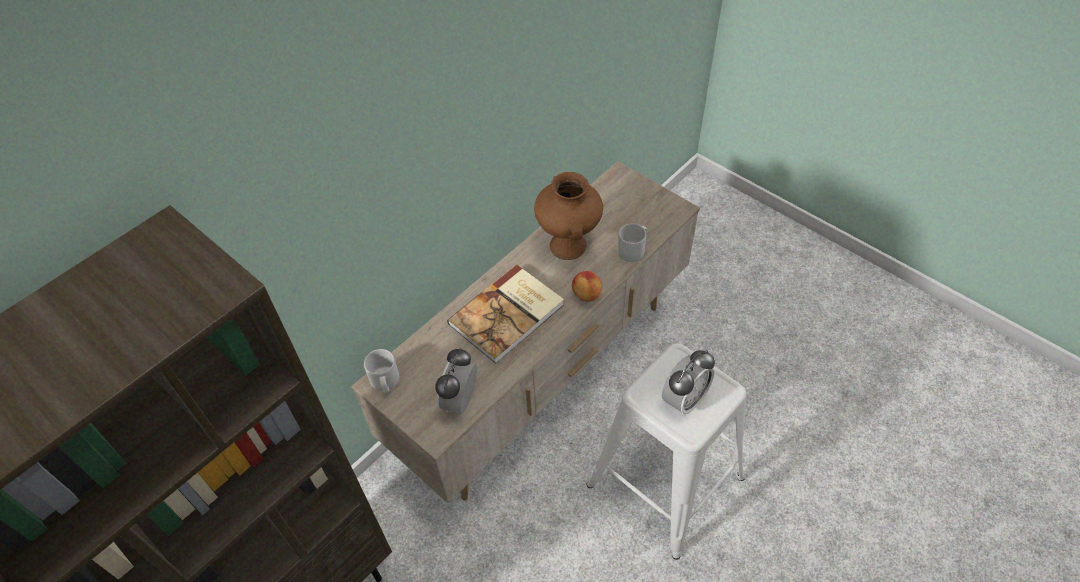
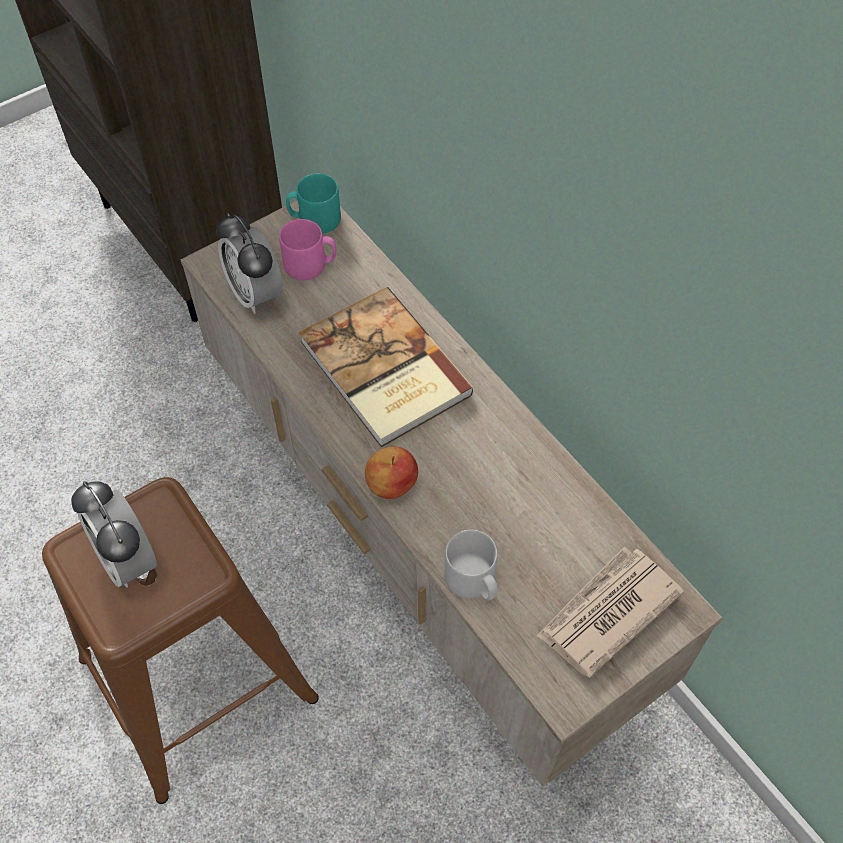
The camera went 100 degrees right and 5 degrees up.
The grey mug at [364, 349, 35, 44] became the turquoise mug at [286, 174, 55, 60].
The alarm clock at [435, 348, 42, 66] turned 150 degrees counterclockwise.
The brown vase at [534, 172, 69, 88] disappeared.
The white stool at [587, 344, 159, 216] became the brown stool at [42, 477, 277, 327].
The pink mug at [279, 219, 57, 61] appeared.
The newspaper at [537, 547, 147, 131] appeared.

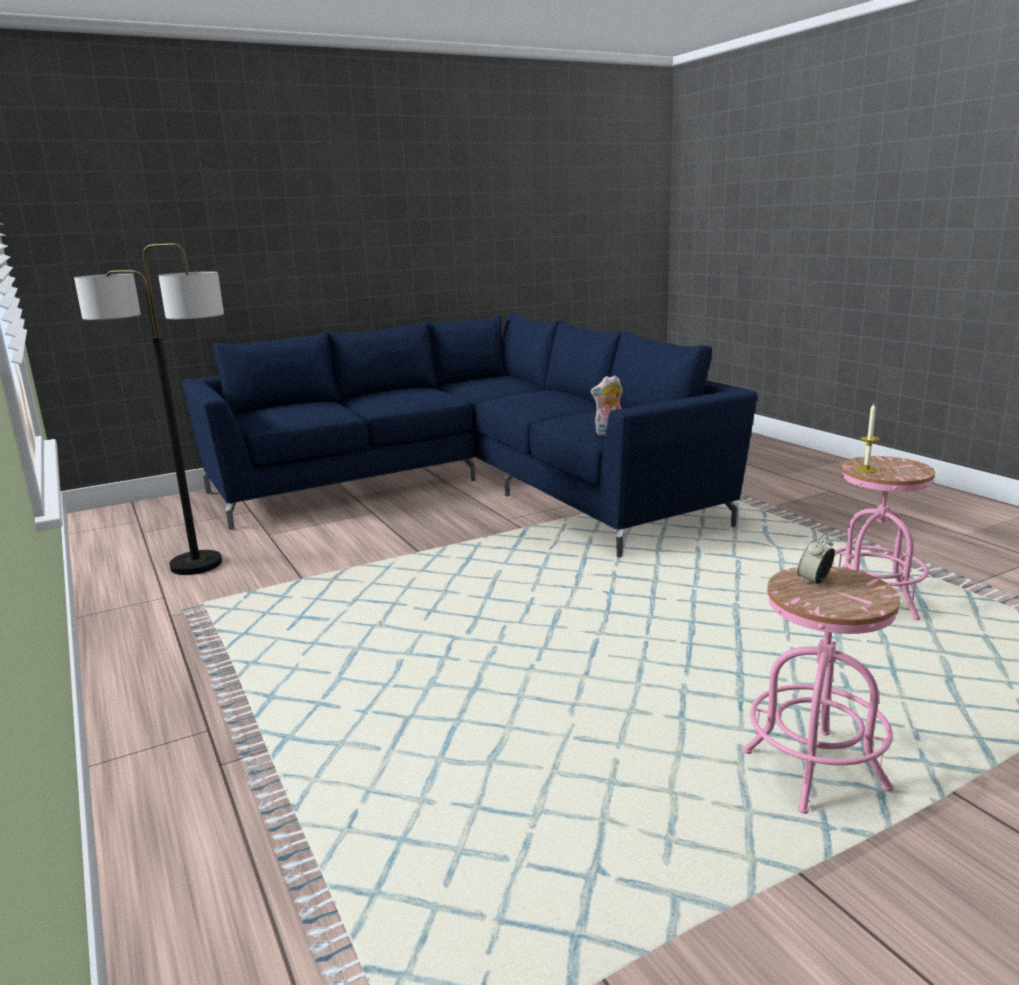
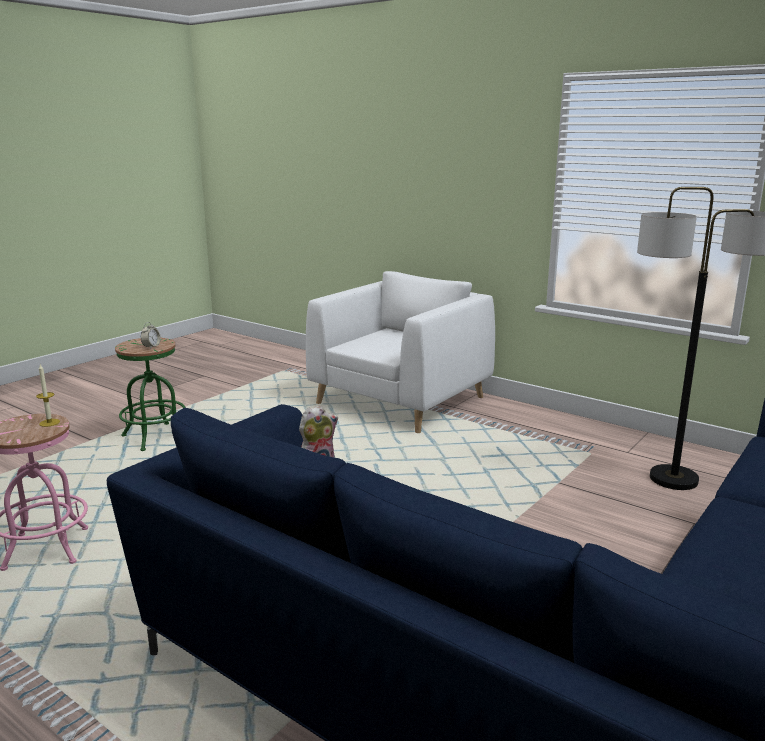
The camera went 155 degrees right and 0 degrees up.
The pink stool at [743, 566, 157, 248] became the green stool at [115, 338, 71, 113].
The white armchair at [306, 271, 189, 162] appeared.

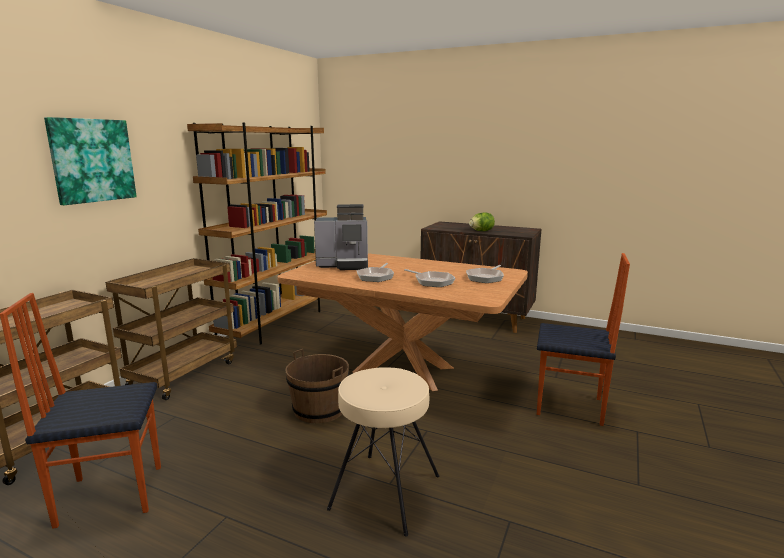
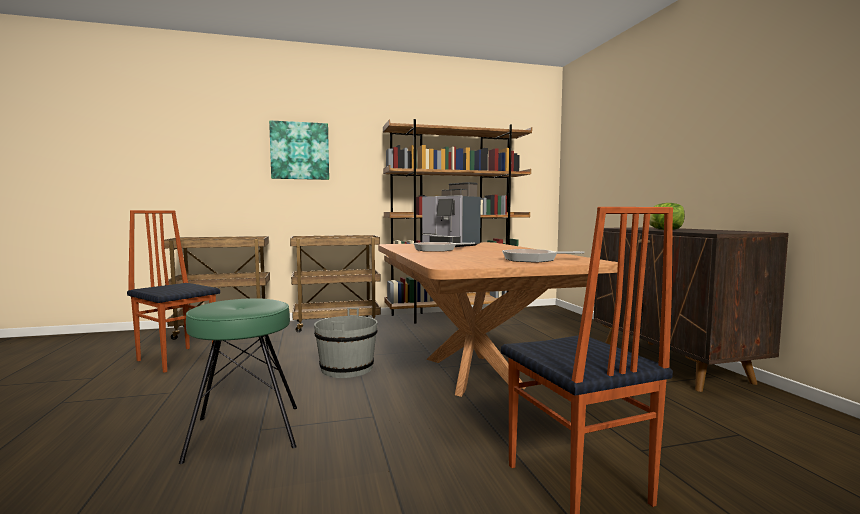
The camera went 50 degrees right and 10 degrees down.
The brown bucket at [285, 349, 64, 74] became the grey bucket at [314, 308, 63, 70].
The beige stool at [327, 367, 112, 170] became the green stool at [179, 298, 118, 166].
The frying pan at [404, 269, 51, 18] disappeared.

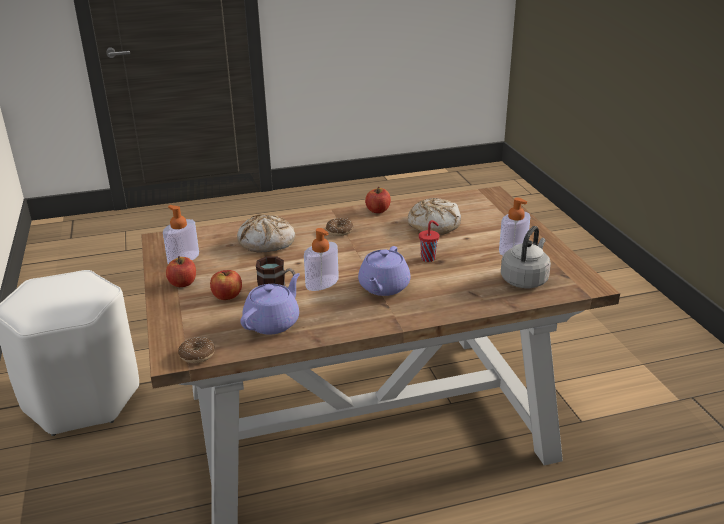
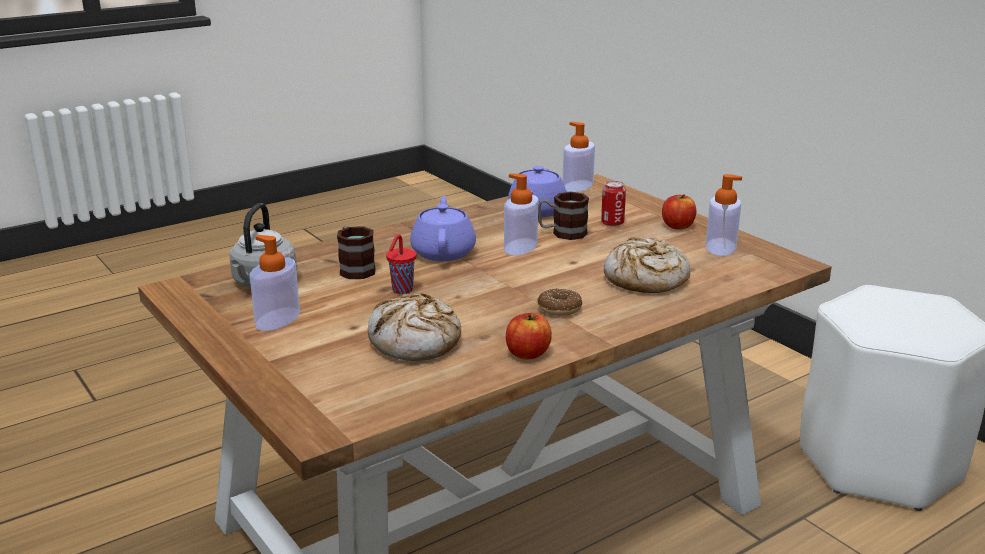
The camera went 160 degrees right and 5 degrees down.
The donut at [178, 337, 37, 26] was replaced by the soap dispenser at [562, 122, 33, 70].
The apple at [210, 270, 32, 30] was replaced by the can at [601, 181, 25, 46].
The mug at [337, 226, 39, 53] appeared.

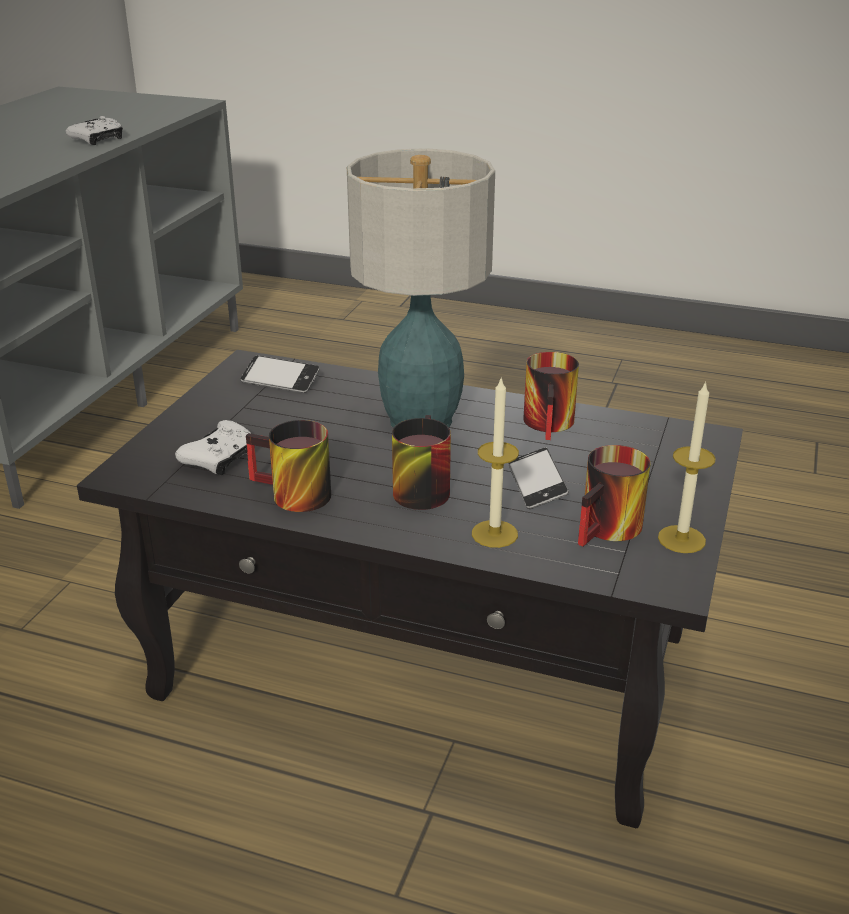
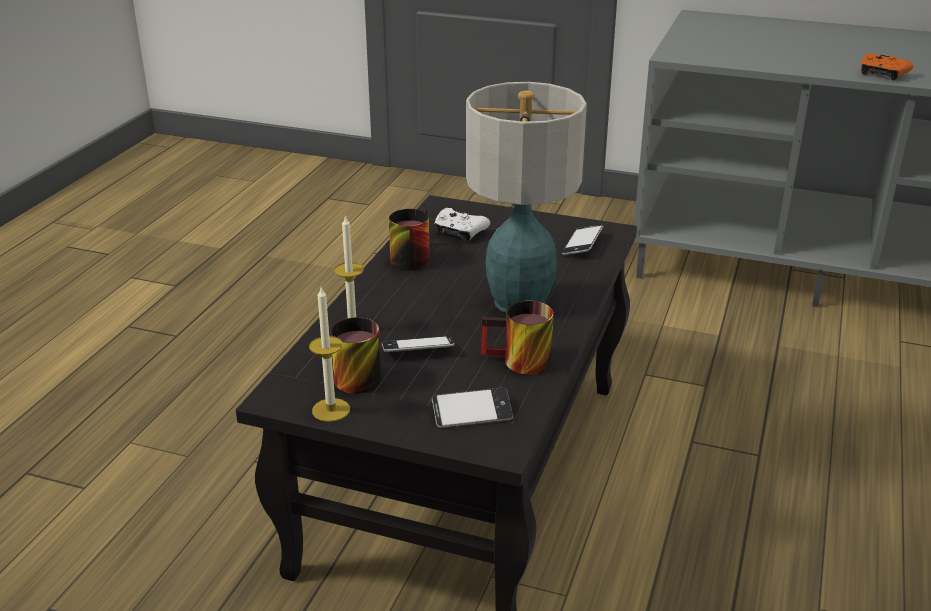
The camera went 90 degrees right and 0 degrees up.
The white game controller at [66, 116, 57, 29] became the orange game controller at [861, 53, 52, 27].
The mug at [392, 415, 59, 95] disappeared.
The phone at [432, 387, 81, 41] appeared.

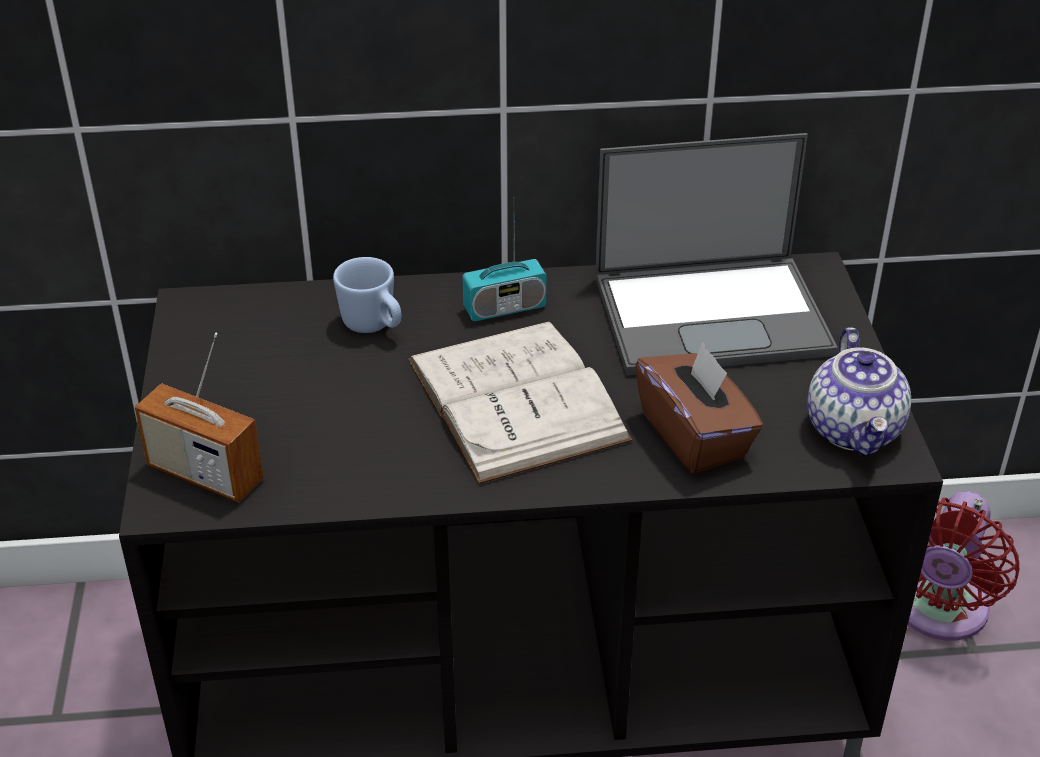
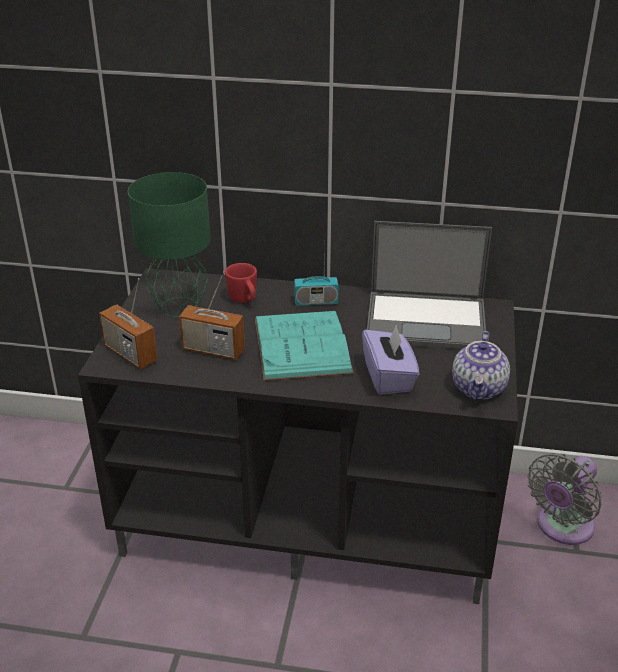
The camera went 15 degrees right and 5 degrees down.
The blue mug at [333, 257, 68, 76] became the red mug at [225, 263, 32, 40].
The white book at [408, 322, 224, 162] became the turquoise book at [255, 311, 99, 70].
The brown tissue box at [635, 342, 128, 131] became the purple tissue box at [362, 324, 57, 71].
The red fan at [908, 491, 111, 150] became the grey fan at [527, 453, 75, 92].
The green table lamp at [128, 172, 83, 145] appeared.
The radio at [179, 271, 66, 89] appeared.

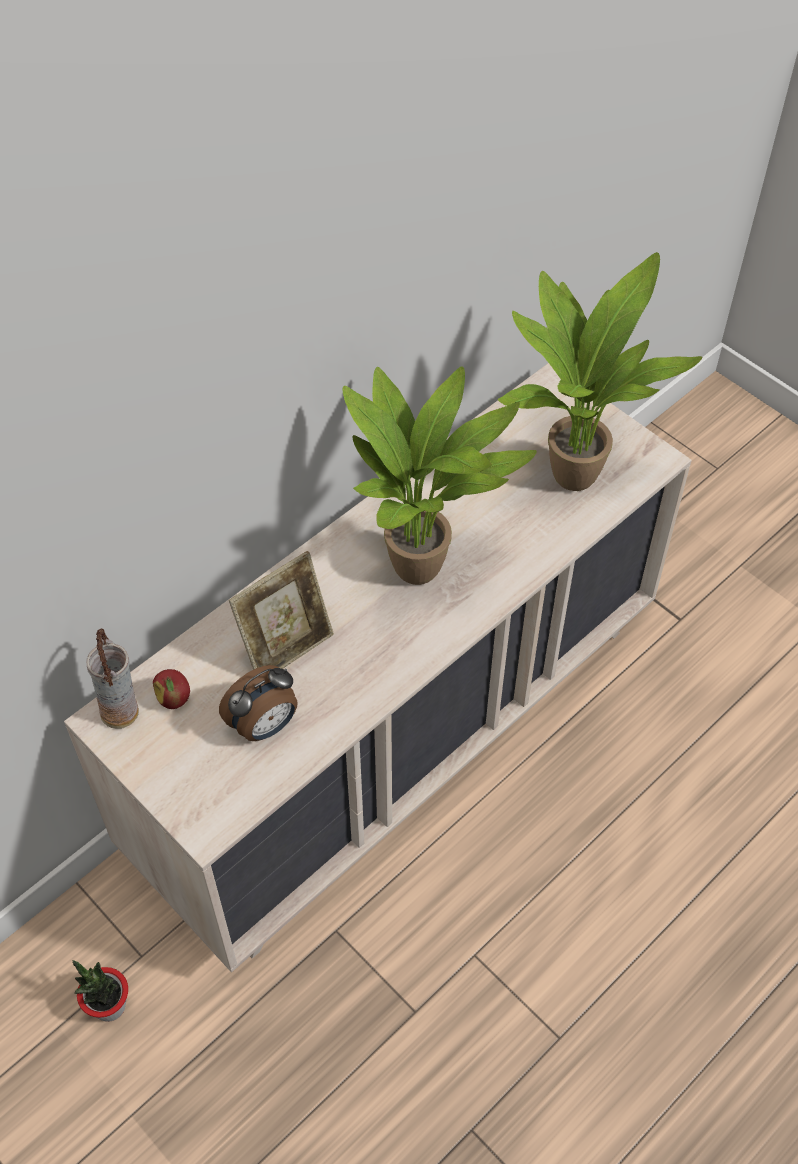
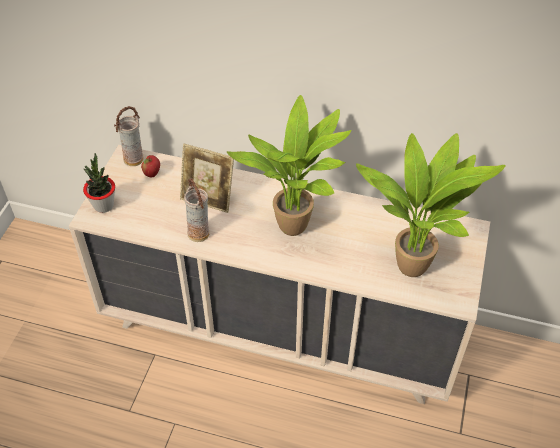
The camera went 60 degrees right and 5 degrees down.
The potted plant moved from [73, 960, 55, 62] to [83, 153, 32, 60].
The alarm clock at [219, 665, 79, 76] disappeared.
The vase at [184, 179, 25, 63] appeared.

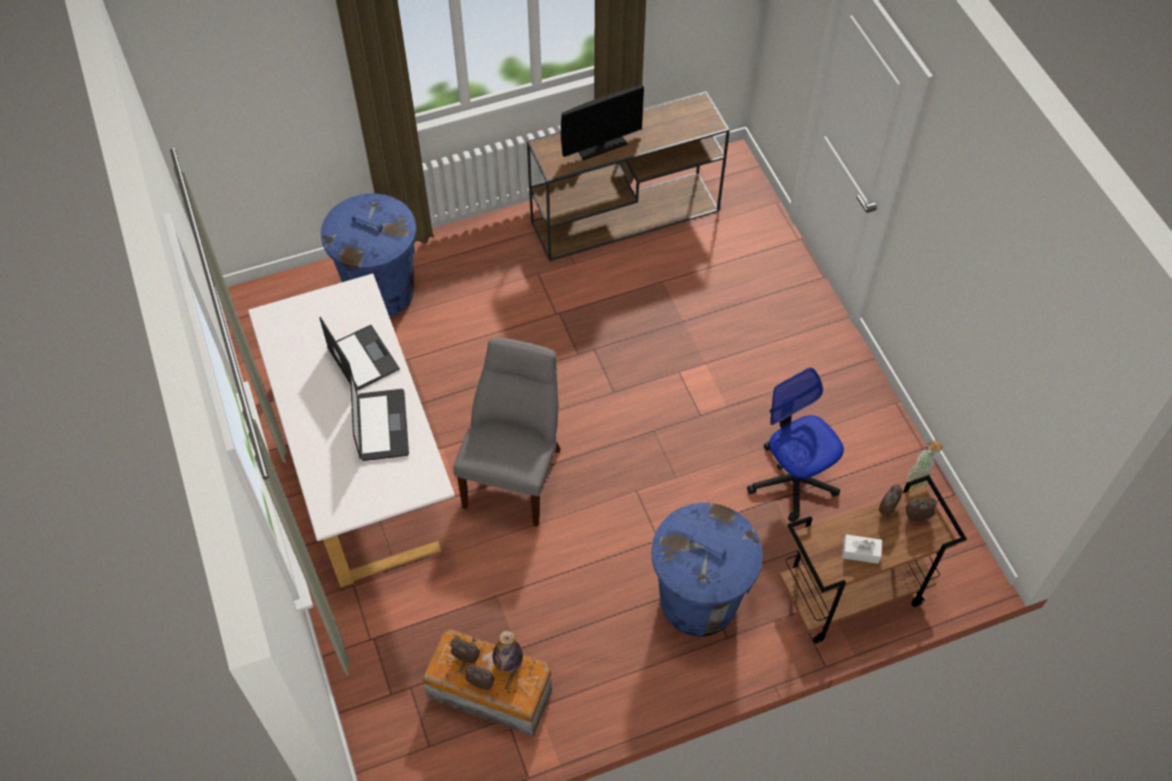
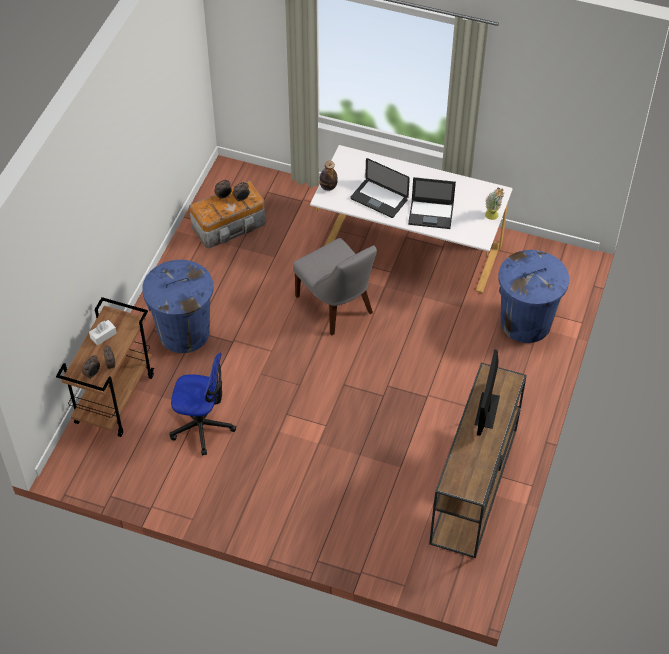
The camera went 130 degrees right and 5 degrees down.
The bottle moved from [493, 631, 30, 43] to [319, 161, 19, 30].
The potted plant moved from [904, 439, 39, 52] to [485, 188, 19, 32].

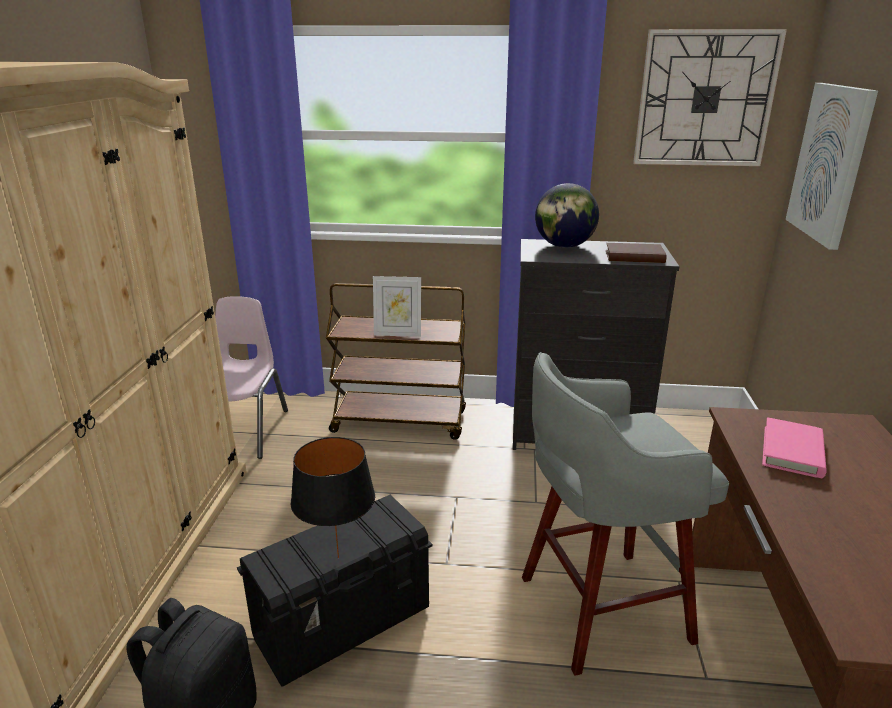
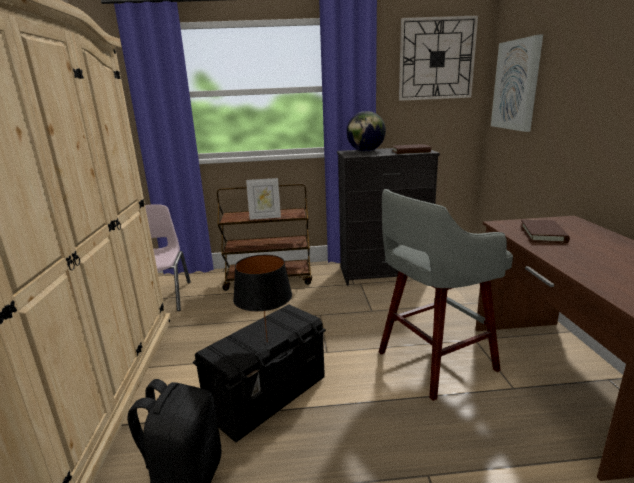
The camera went 10 degrees left and 5 degrees down.
The pink book at [762, 417, 65, 61] became the brown book at [520, 219, 50, 24].

